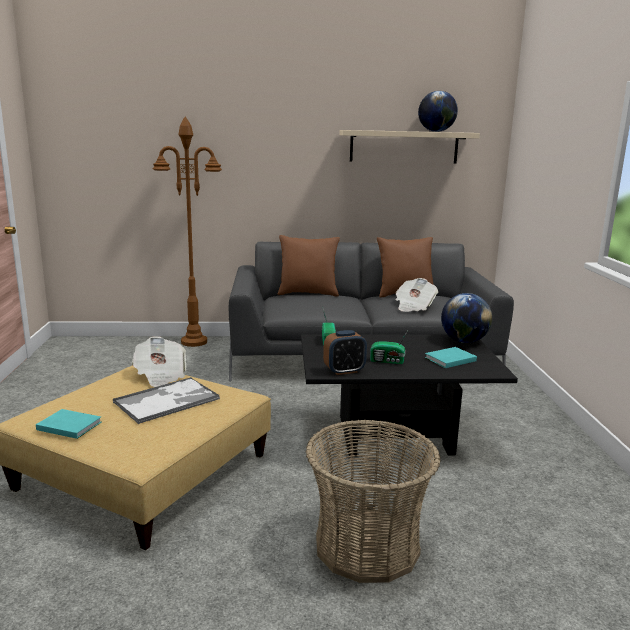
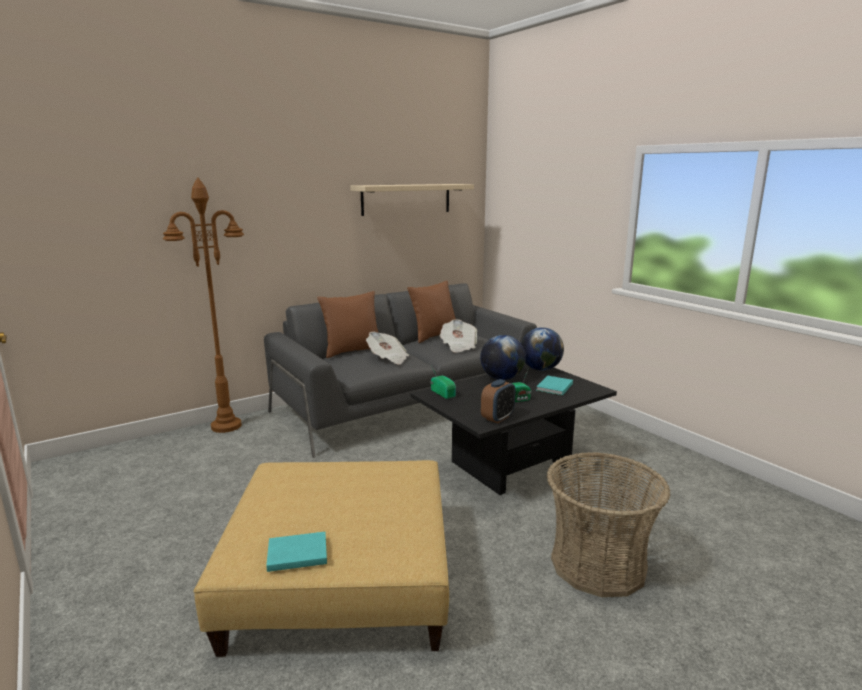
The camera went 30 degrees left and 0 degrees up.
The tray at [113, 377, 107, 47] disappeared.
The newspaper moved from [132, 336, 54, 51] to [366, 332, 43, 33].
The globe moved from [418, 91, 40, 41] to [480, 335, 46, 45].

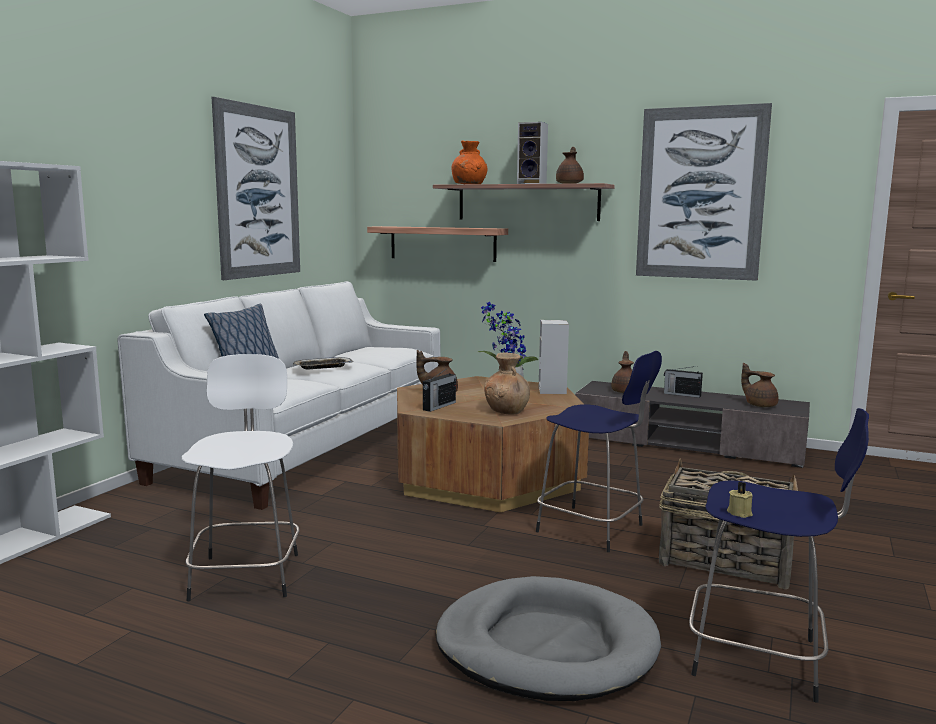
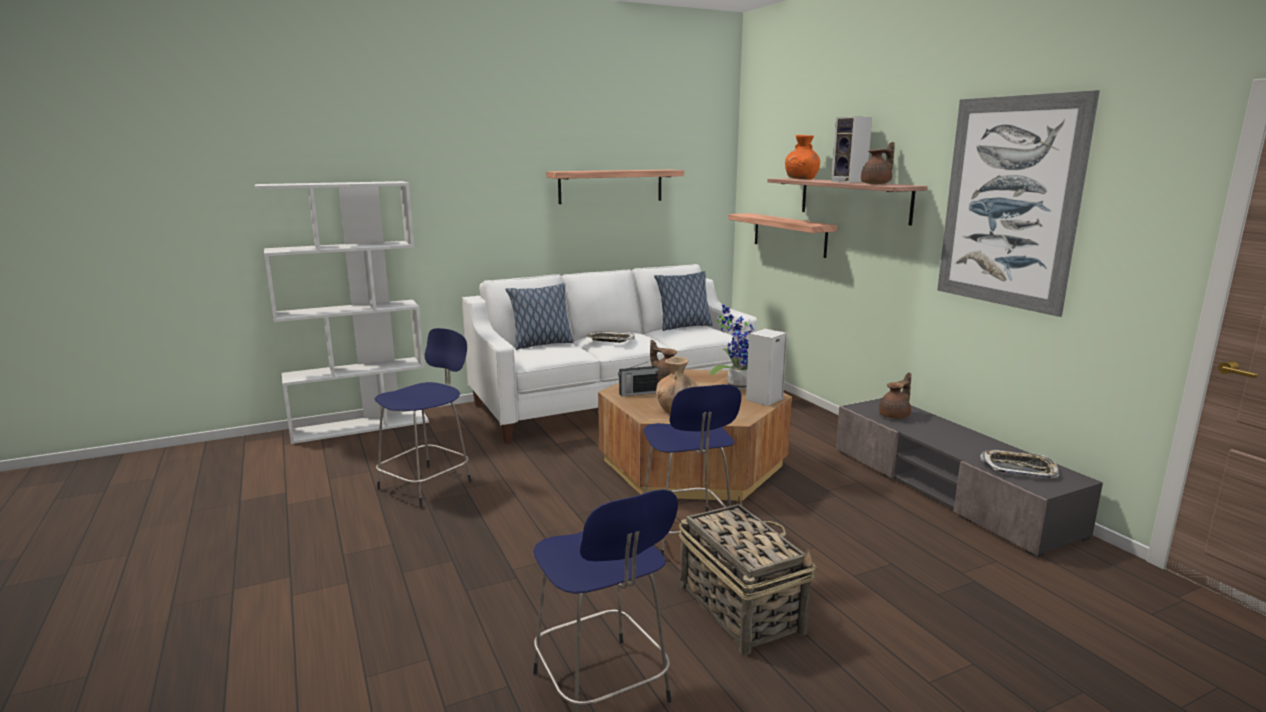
The camera went 40 degrees right and 5 degrees up.
The white stool at [182, 354, 118, 247] became the blue stool at [374, 328, 98, 179].
The picture at [212, 97, 88, 183] was replaced by the shelf at [546, 170, 138, 34].
The grey dog bed at [436, 576, 225, 125] disappeared.
The radio at [664, 366, 39, 32] disappeared.
The beige candle at [727, 482, 26, 36] disappeared.
The brown teapot at [741, 363, 38, 44] was replaced by the tray at [980, 450, 79, 28].
The pillow at [654, 271, 59, 60] appeared.

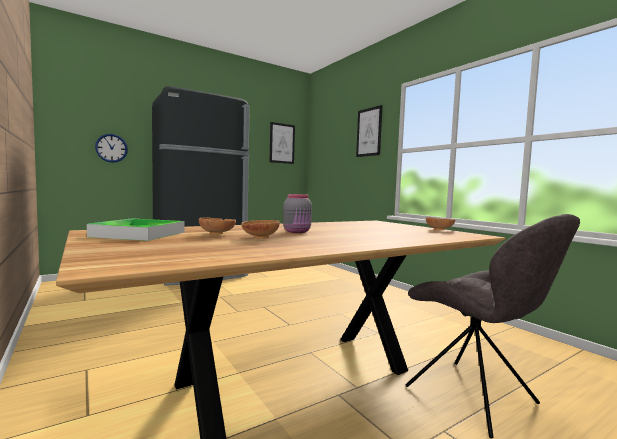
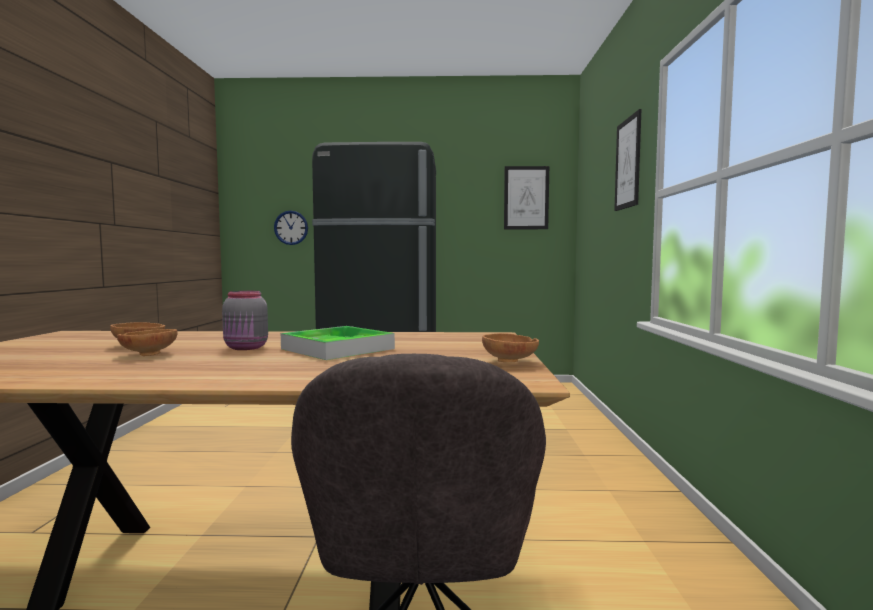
The camera went 35 degrees right and 0 degrees up.
The tray moved from [87, 218, 97, 23] to [281, 326, 114, 34].

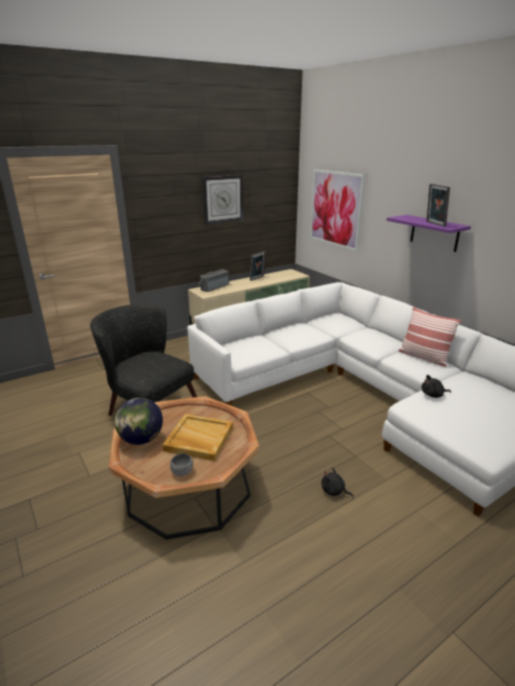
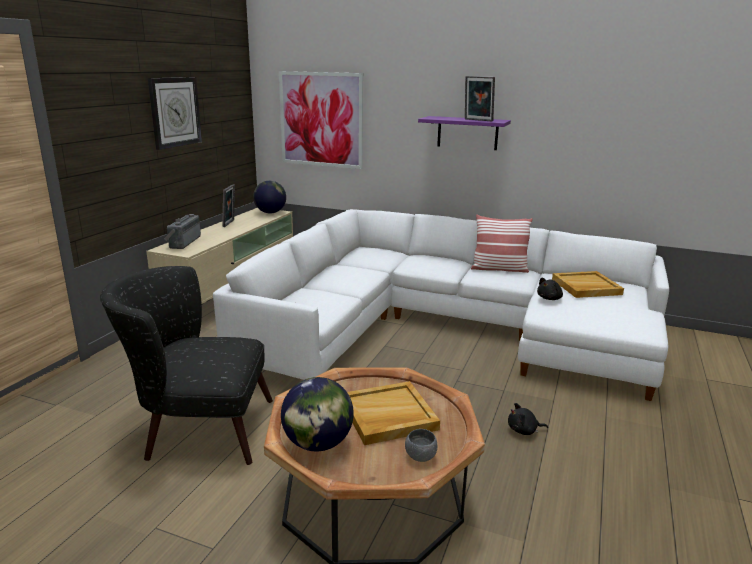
The camera went 35 degrees left and 5 degrees down.
The globe at [253, 181, 33, 33] appeared.
The beige tray at [552, 271, 72, 27] appeared.

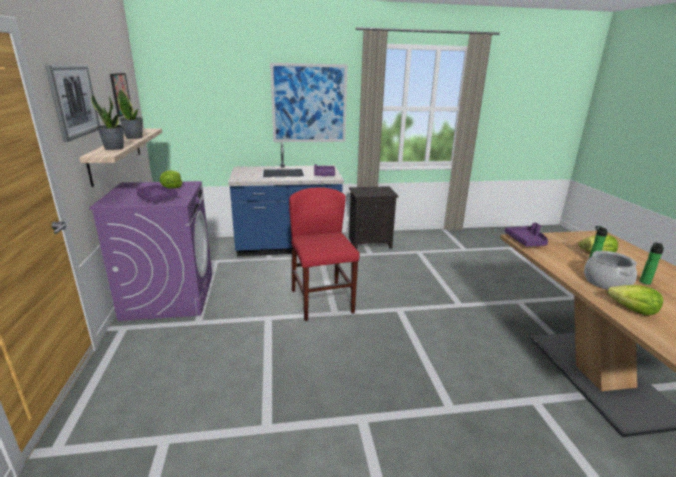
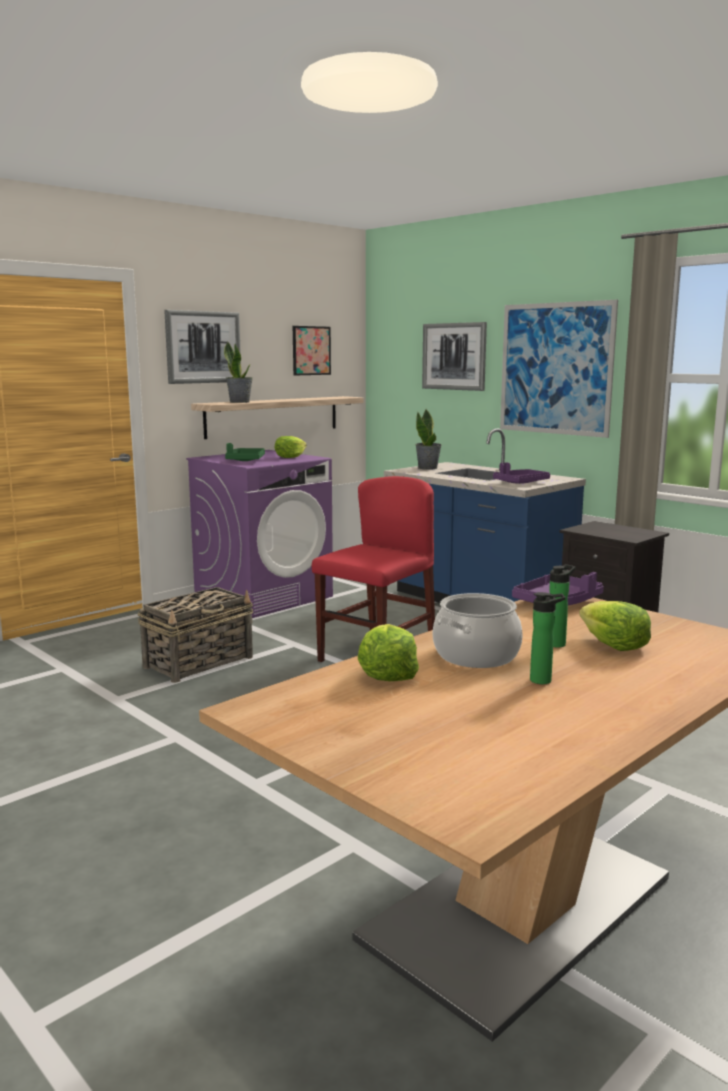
The camera went 55 degrees right and 10 degrees down.
The potted plant moved from [117, 89, 26, 50] to [415, 409, 27, 61].
The purple tray at [136, 185, 42, 17] became the green tray at [225, 443, 40, 18].
The basket at [138, 587, 115, 96] appeared.
The picture at [422, 322, 65, 69] appeared.

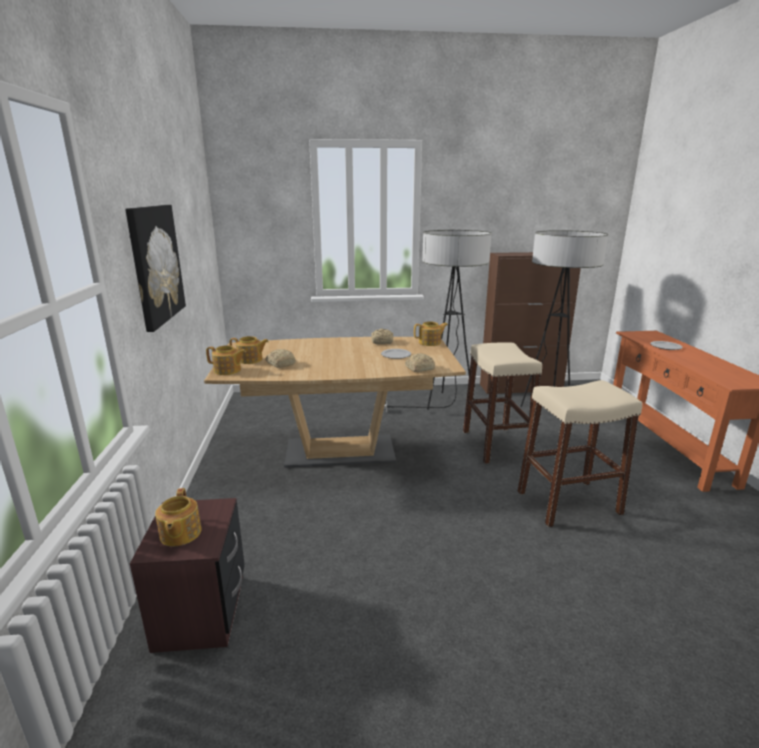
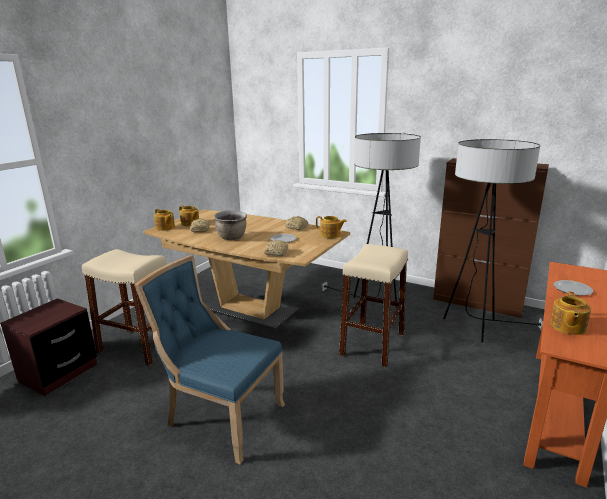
The camera went 35 degrees right and 0 degrees up.
The picture at [125, 205, 61, 127] disappeared.
The teapot moved from [155, 488, 47, 58] to [550, 292, 41, 43].
The beige stool moved from [518, 380, 124, 147] to [82, 249, 85, 117].
The blue chair at [134, 255, 151, 209] appeared.
The brown cooking pot at [214, 210, 33, 30] appeared.

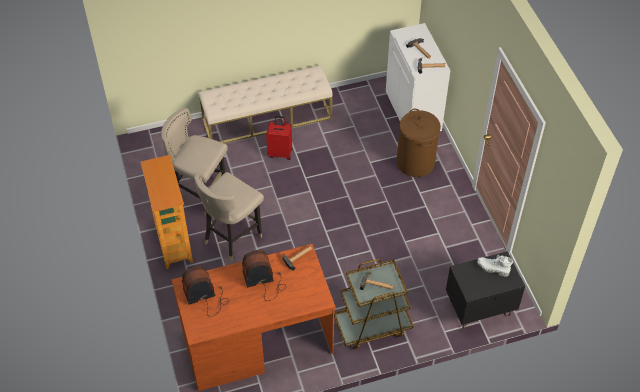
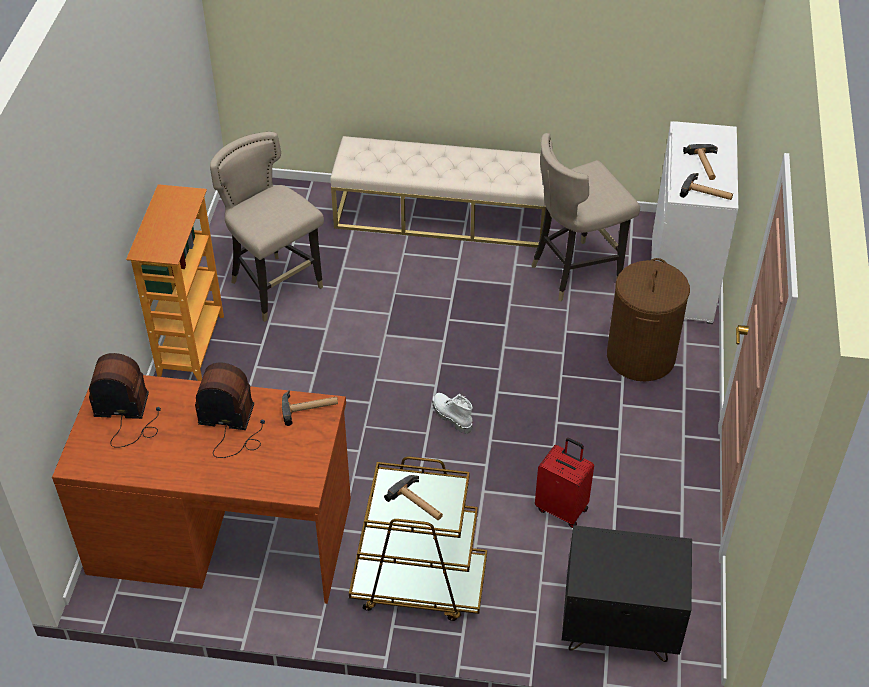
The camera went 25 degrees right and 5 degrees down.
The beige stool moved from [194, 172, 70, 90] to [531, 133, 109, 169].
The red suitcase moved from [266, 116, 27, 44] to [535, 438, 59, 90].
The white boot moved from [476, 255, 37, 22] to [432, 393, 41, 41].

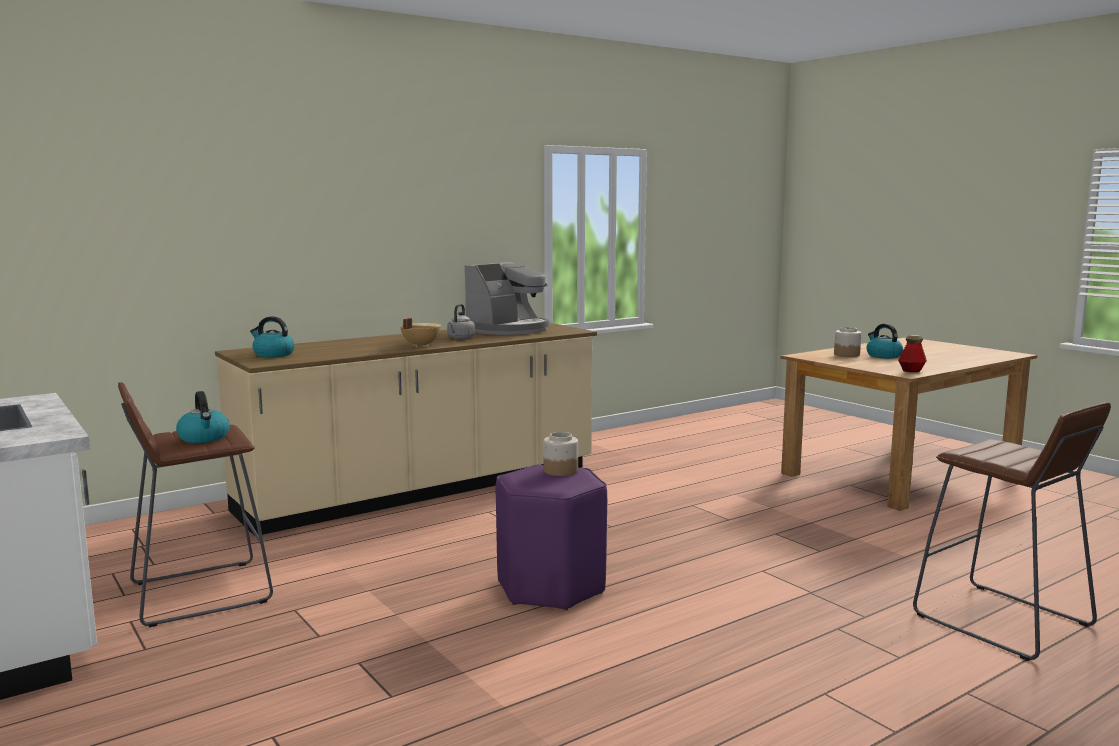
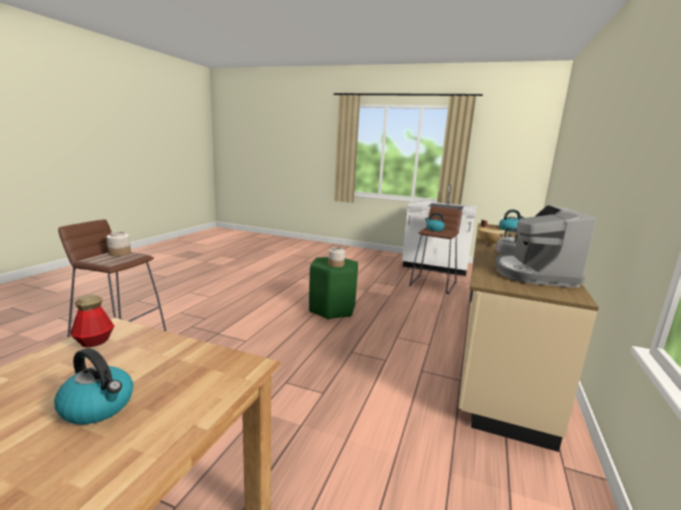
The camera went 145 degrees right and 5 degrees up.
The purple stool at [496, 465, 111, 146] became the green stool at [309, 257, 49, 63].
The jar moved from [834, 327, 27, 30] to [106, 232, 25, 24].

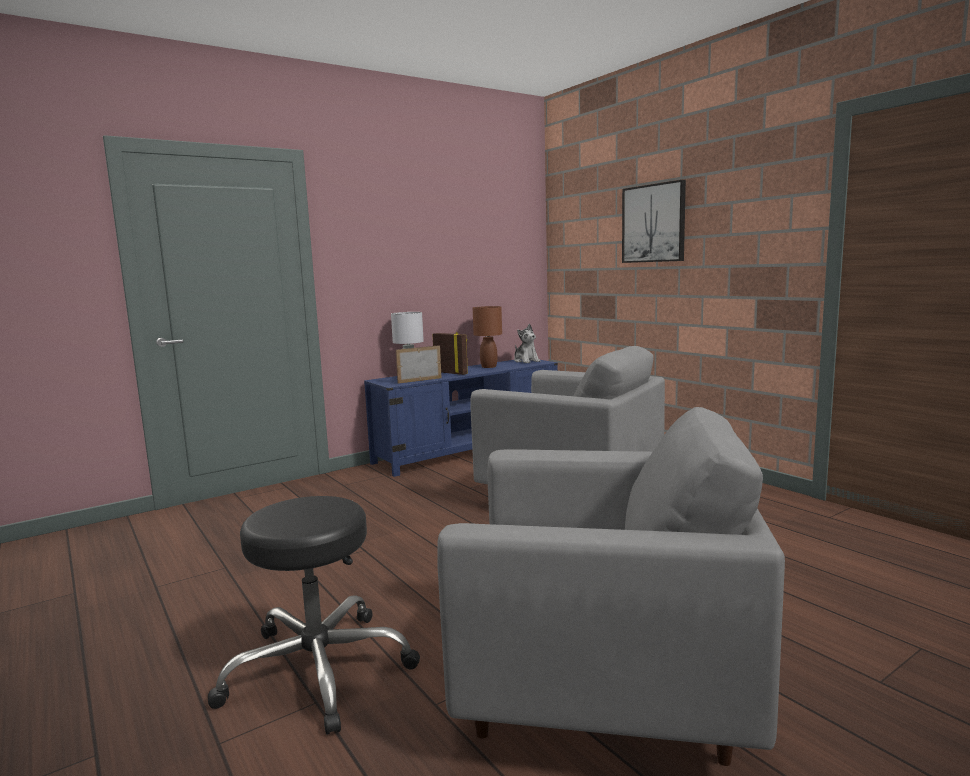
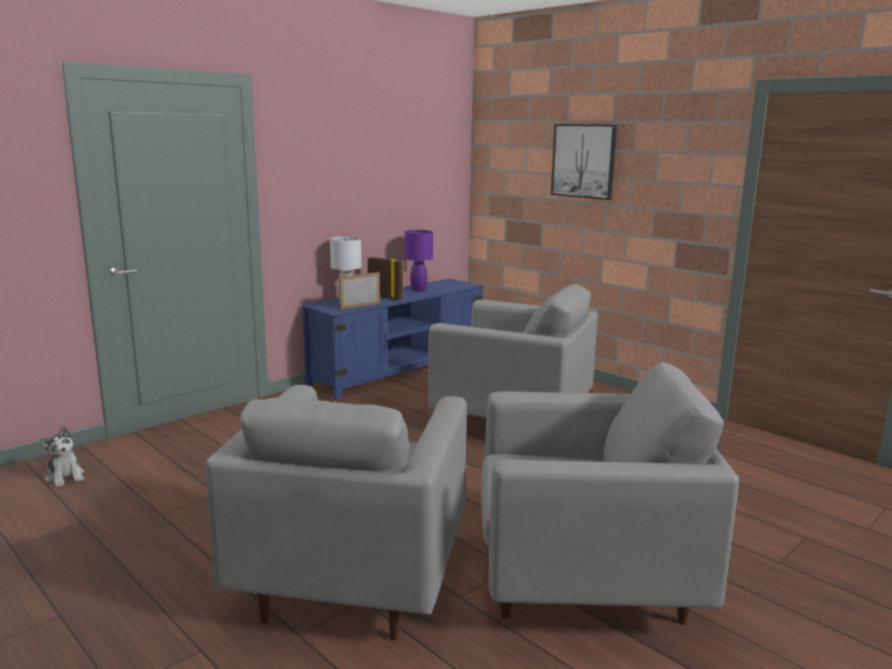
The camera went 10 degrees left and 5 degrees up.
The black stool at [208, 496, 212, 239] was replaced by the grey armchair at [205, 385, 262, 255].
The brown table lamp at [473, 306, 29, 62] became the purple table lamp at [405, 230, 28, 61].
The plush toy moved from [514, 324, 26, 39] to [40, 426, 44, 61].

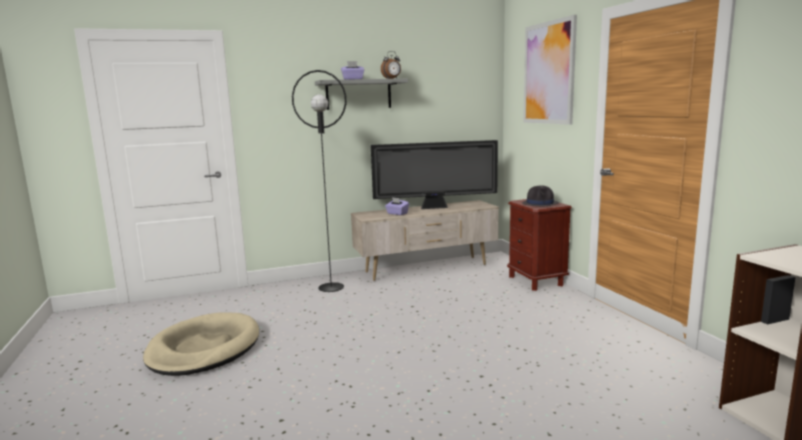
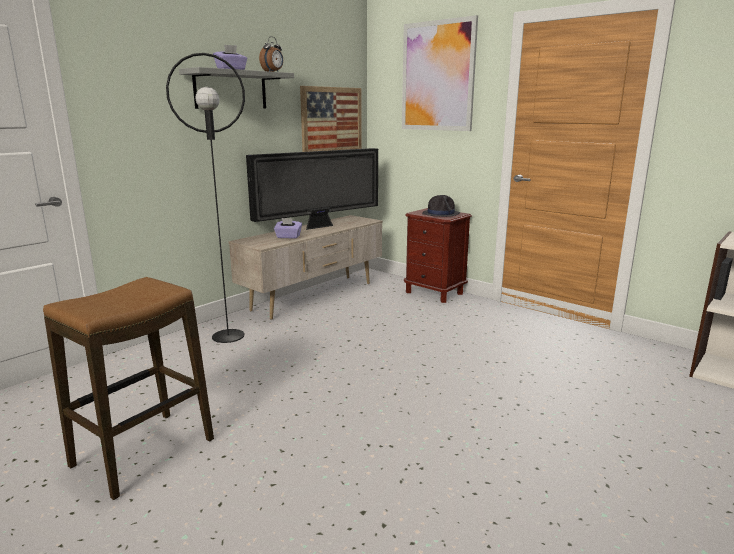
The camera went 30 degrees left and 5 degrees up.
The beige dog bed at [143, 313, 116, 63] was replaced by the stool at [43, 277, 171, 223].
The picture at [300, 86, 62, 66] appeared.

